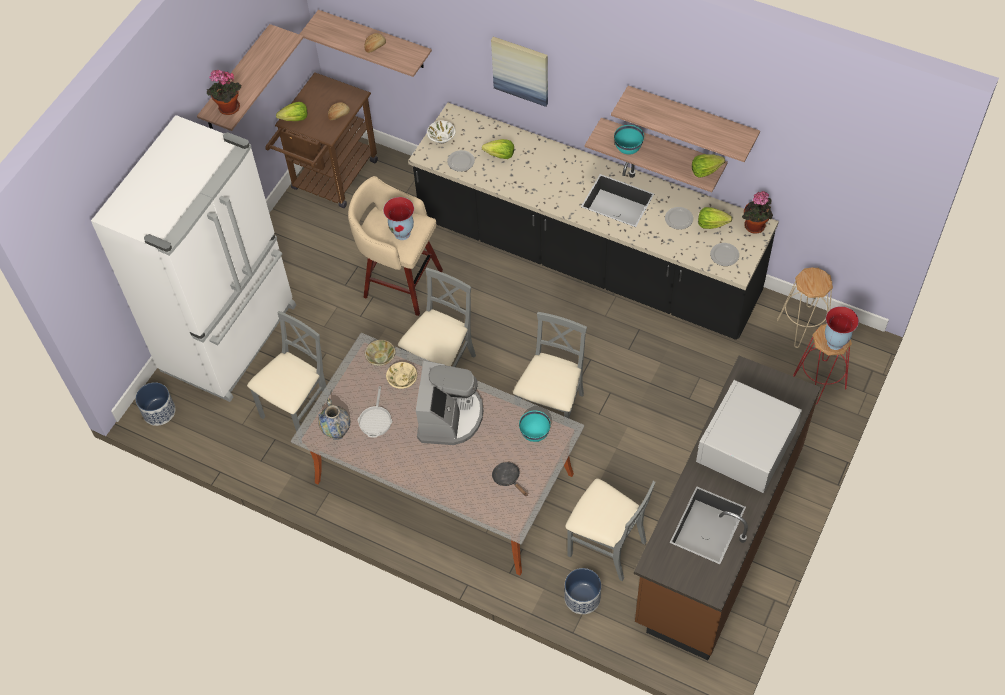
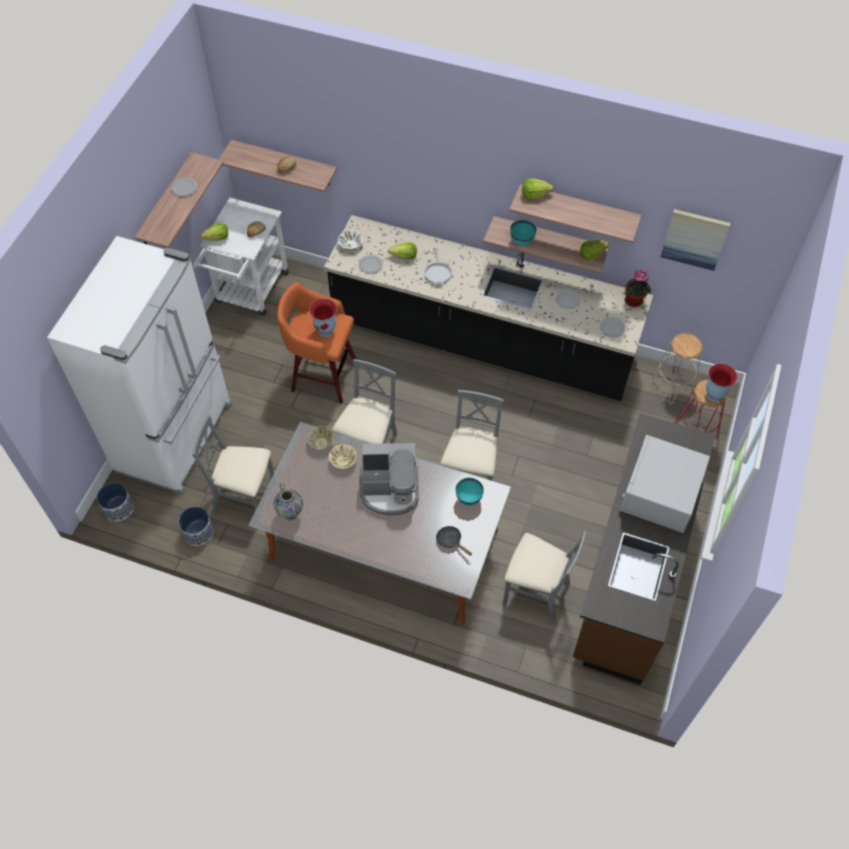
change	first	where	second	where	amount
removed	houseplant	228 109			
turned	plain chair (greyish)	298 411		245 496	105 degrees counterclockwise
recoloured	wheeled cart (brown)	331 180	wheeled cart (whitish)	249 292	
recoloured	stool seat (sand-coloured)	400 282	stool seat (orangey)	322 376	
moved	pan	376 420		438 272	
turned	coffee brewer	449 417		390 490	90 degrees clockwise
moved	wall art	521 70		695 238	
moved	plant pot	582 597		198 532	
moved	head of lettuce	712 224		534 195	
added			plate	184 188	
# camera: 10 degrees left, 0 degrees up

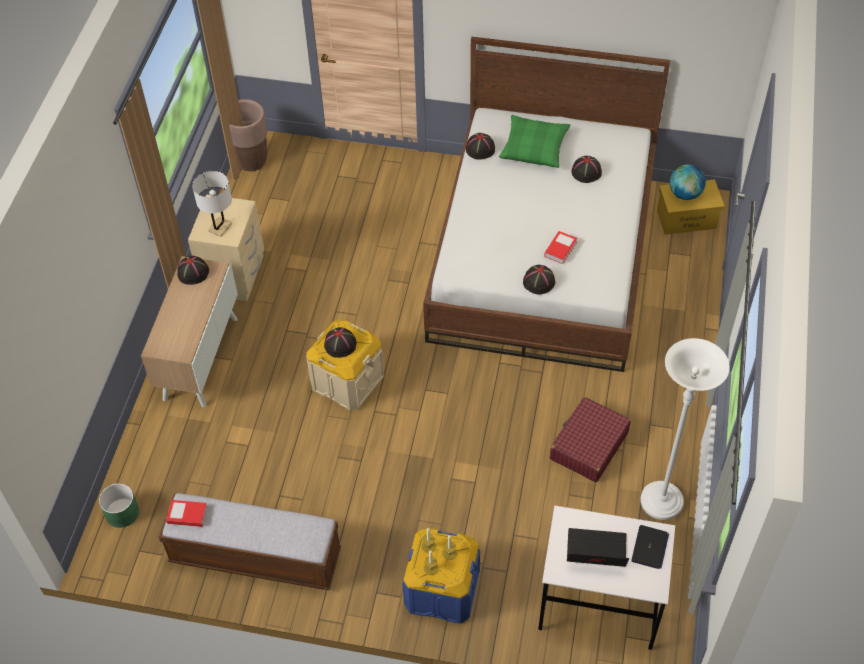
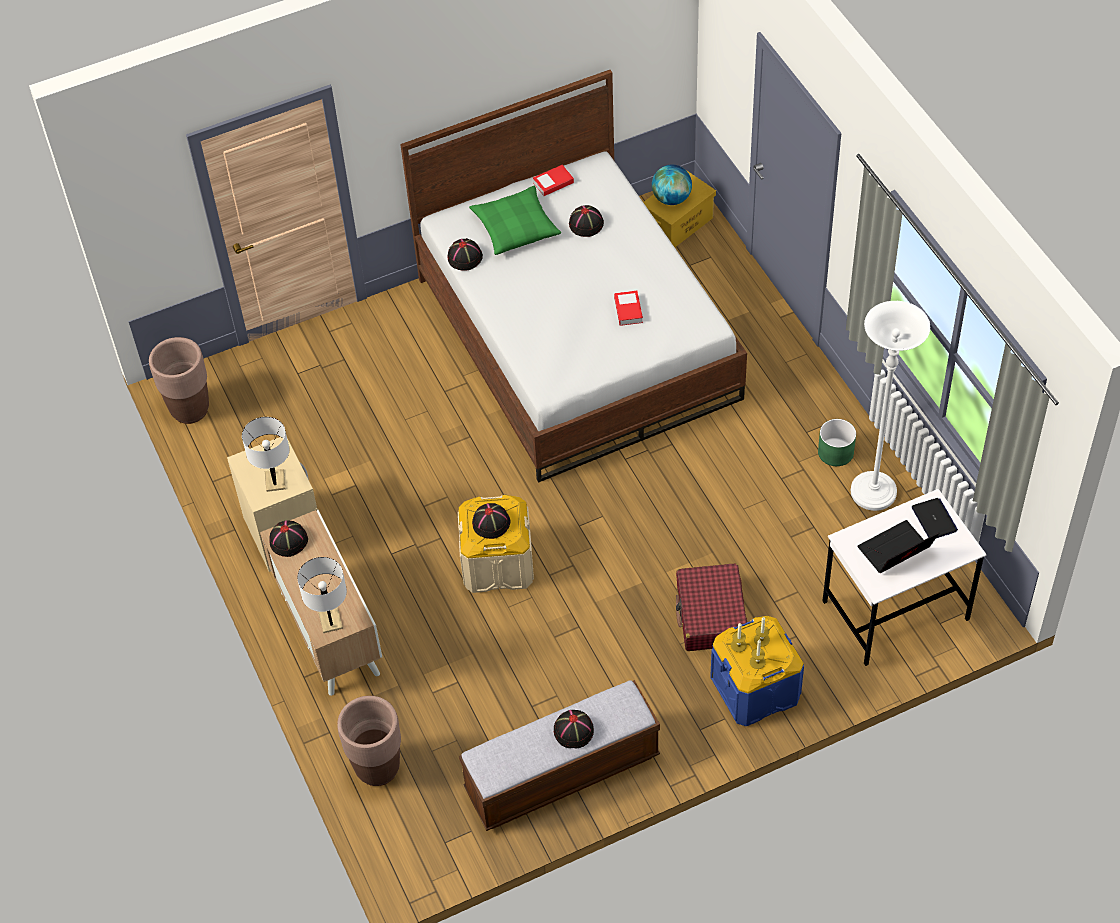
change	first	where	second	where	amount
moved	plant pot (green)	122 512		835 452	
moved	volume	187 515		553 183	
moved	wearable hat (black-coloured)	538 282		574 731	
moved	travel case (reddish)	588 446		711 615	
added			table lamp (whitish)	330 620	
added			plant pot (brown)	377 768	
# camera: 35 degrees left, 0 degrees up

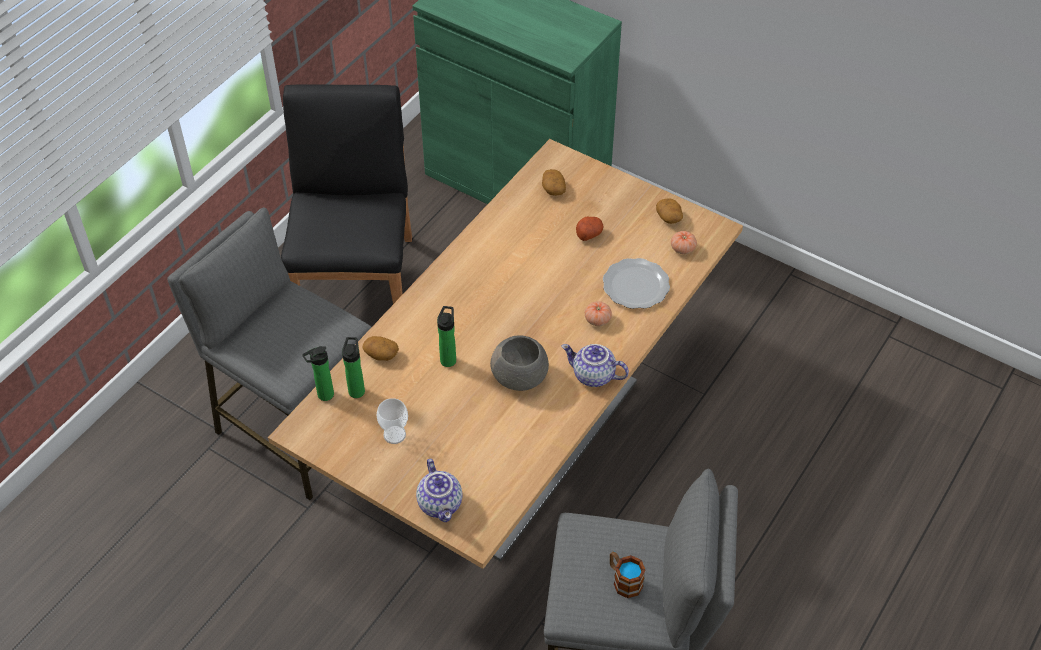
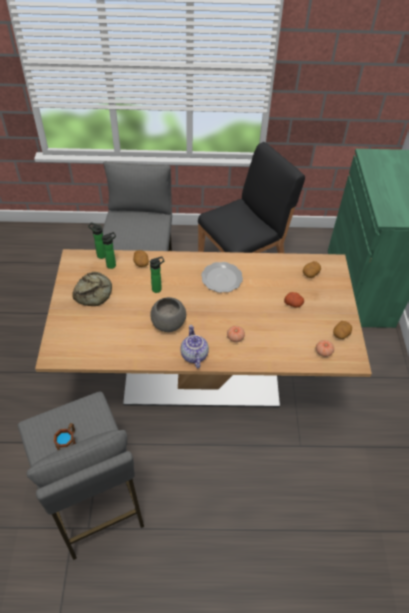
change	first	where	second	where	amount
replaced	cup	394 435	baked bread	94 292	
removed	teapot	441 504			
moved	plate	637 286		222 279	
# camera: 55 degrees right, 0 degrees up

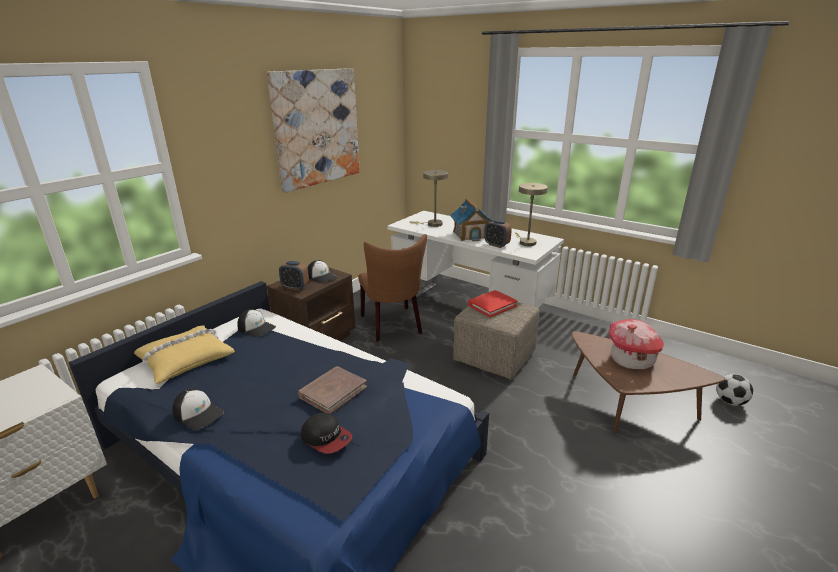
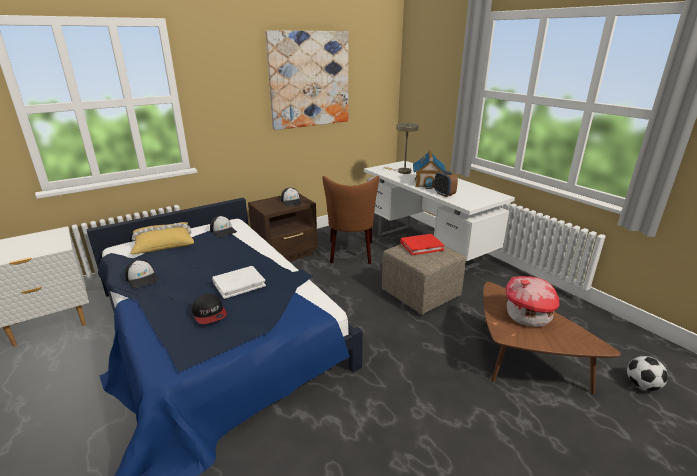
change	first	where	second	where	amount
removed	alarm clock	295 287			
recoloured	volume (brown)	333 392	volume (whitish)	239 284	
removed	table lamp (sand-coloured)	526 242			
# camera: 20 degrees right, 0 degrees up

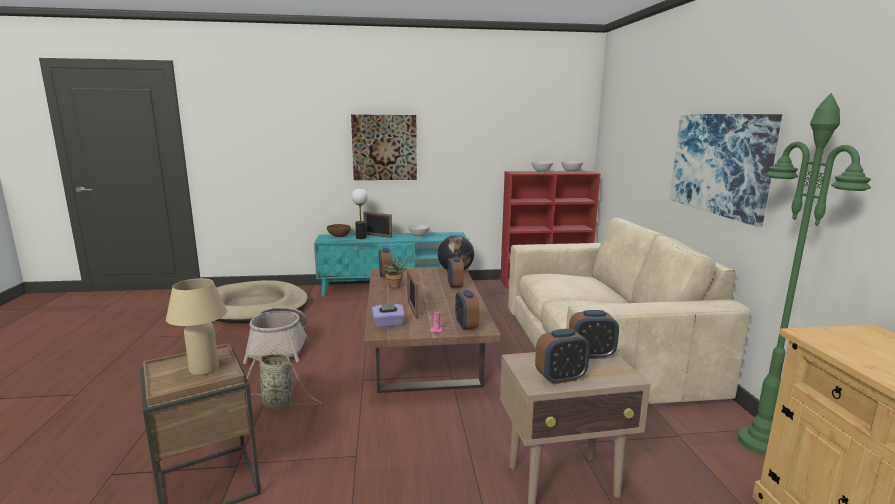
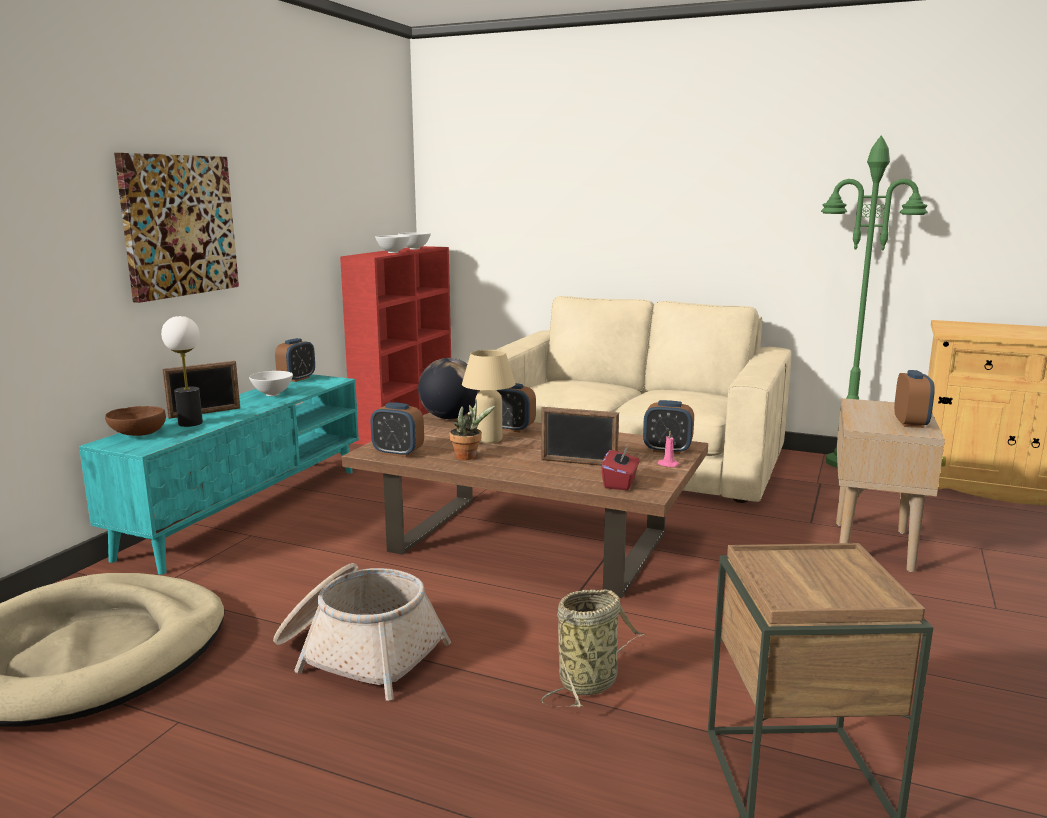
change	first	where	second	where	amount
moved	table lamp (sand-coloured)	204 369		489 440	
recoloured	tissue holder (purplish)	388 324	tissue holder (reddish)	620 483	
moved	alarm clock	591 354		297 379	
removed	wall art	720 163			
# camera: 60 degrees left, 0 degrees up

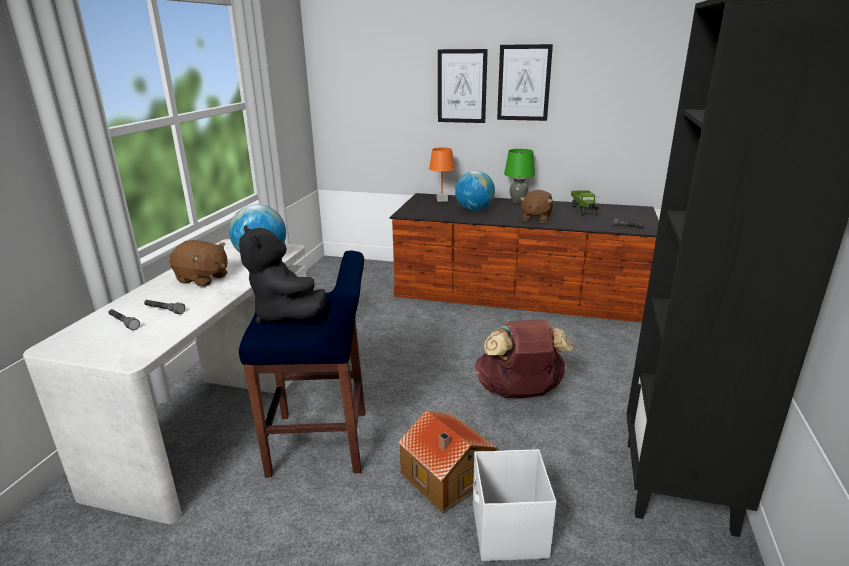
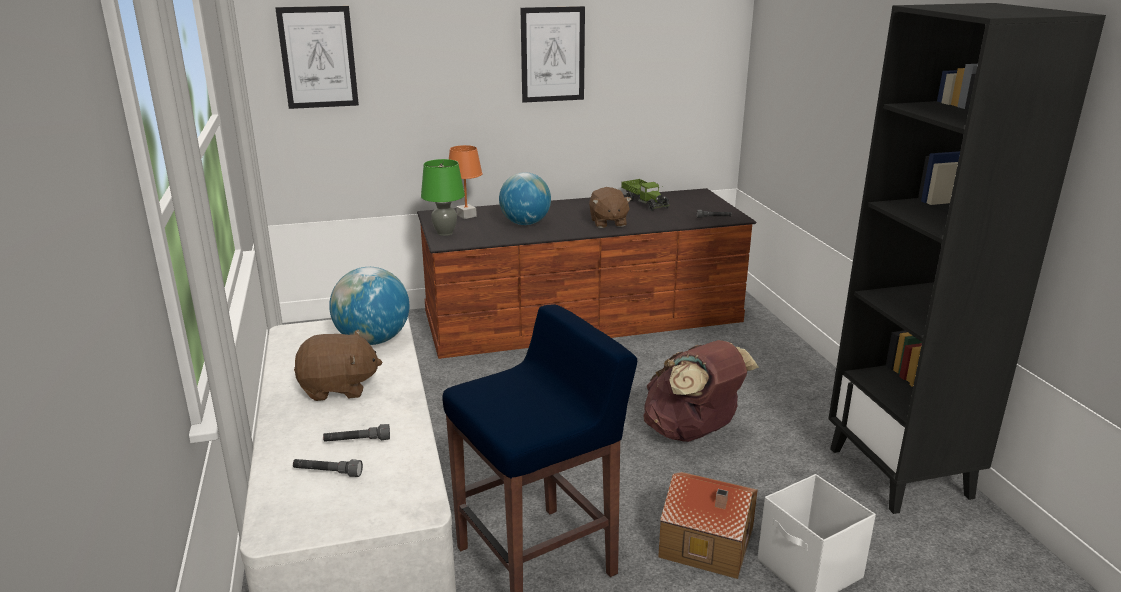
change	first	where	second	where	amount
removed	cuddly toy (black-coloured)	285 315			
moved	wall art	462 86		318 57	
moved	table lamp (green)	517 201		445 233	
# camera: 30 degrees left, 0 degrees up

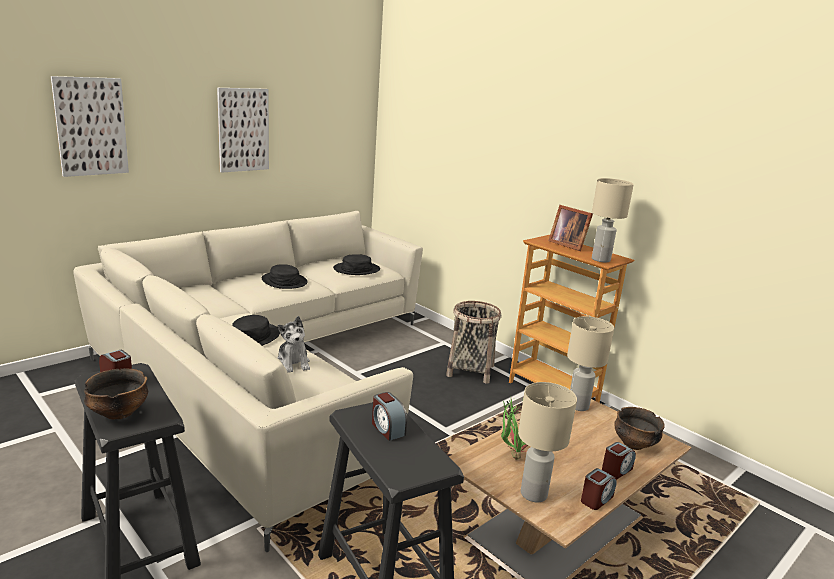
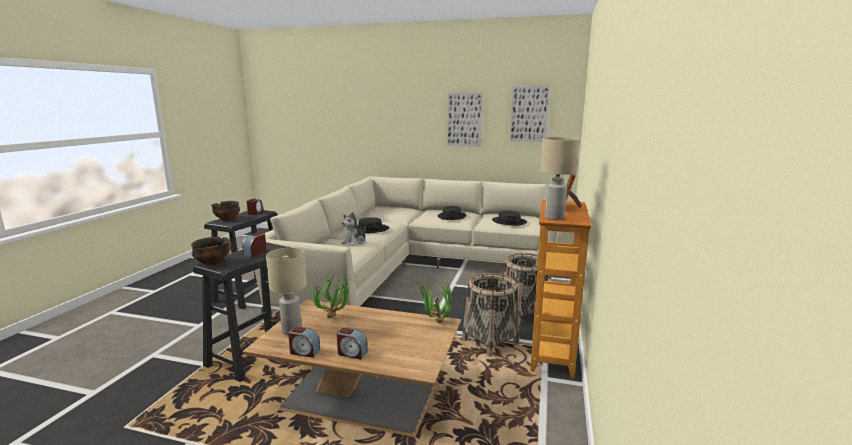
change	first	where	second	where	amount
moved	wall art	91 126		529 114	
replaced	table lamp (sand-coloured)	578 406	houseplant	435 324	
moved	serving bowl	634 444		212 263	
added			basket	490 342	
# camera: 60 degrees right, 5 degrees down

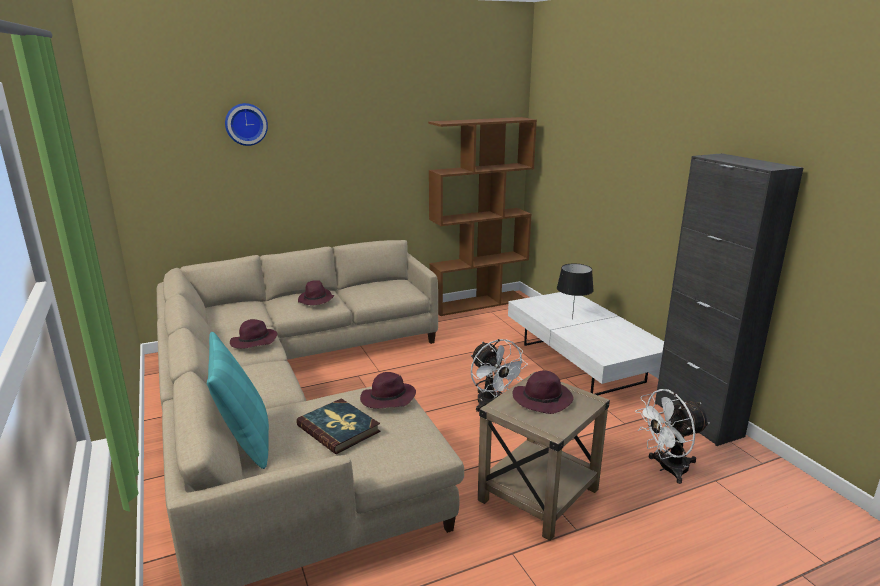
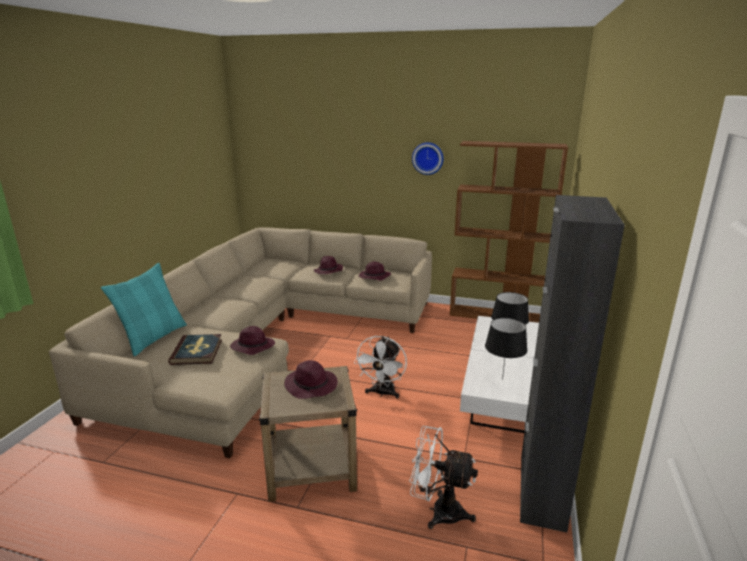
change	first	where	second	where	amount
moved	hanging clock	246 124		428 158	
moved	wearable hat (purplish)	253 342		374 277	
added			table lamp (black-coloured)	502 379	
# camera: 40 degrees right, 0 degrees up

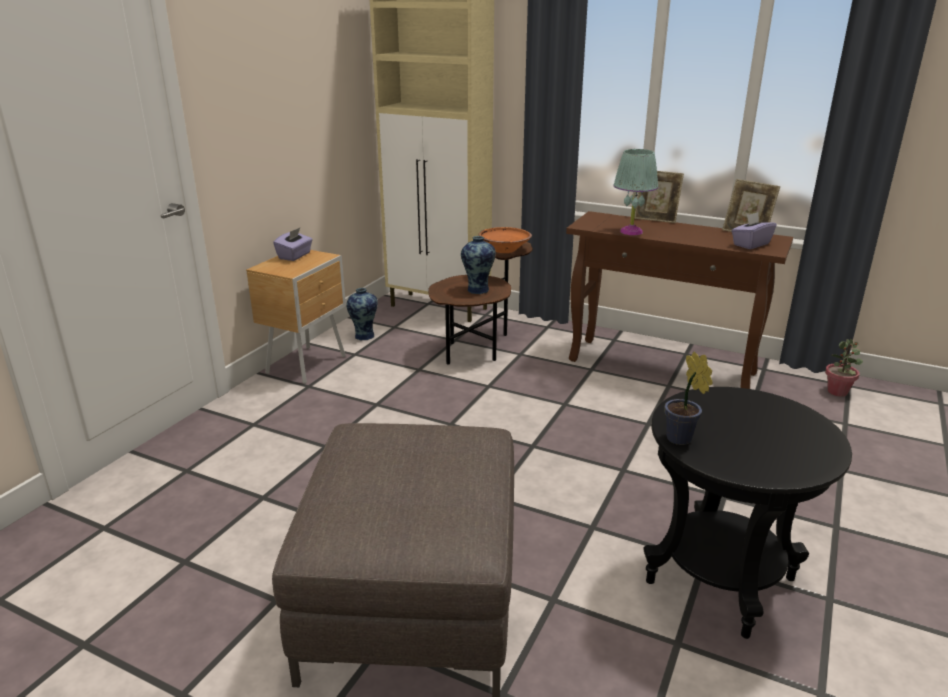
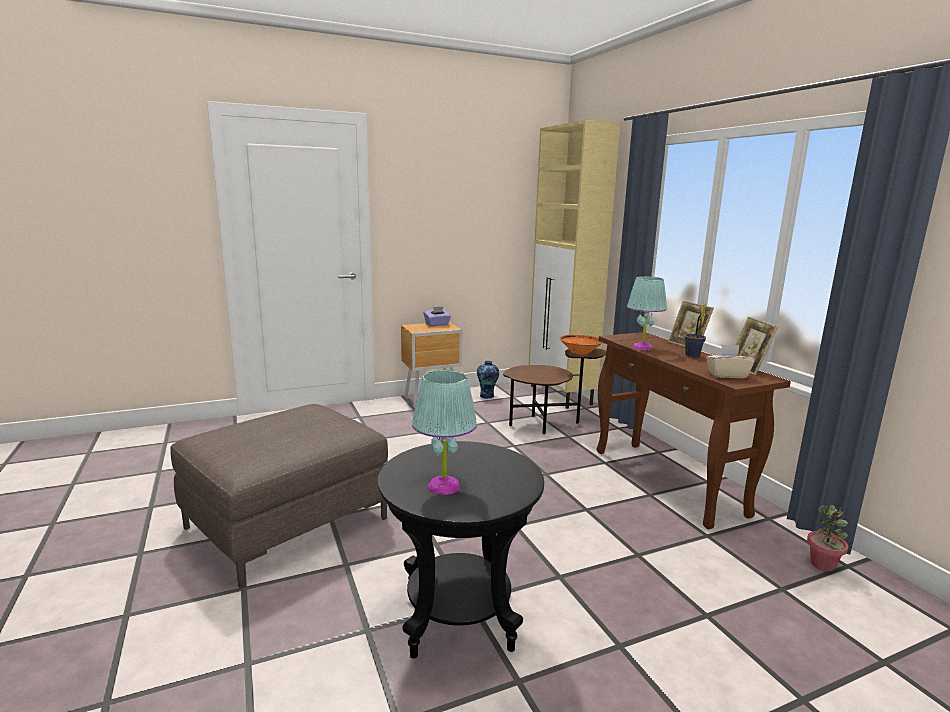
change	first	where	second	where	amount
removed	decorative vase	478 289			
moved	houseplant	681 440		692 356	
recoloured	tissue holder (purplish)	750 244	tissue holder (sand-coloured)	727 375	
added			table lamp (turquoise-coloured)	444 486	
# camera: 40 degrees right, 10 degrees down

